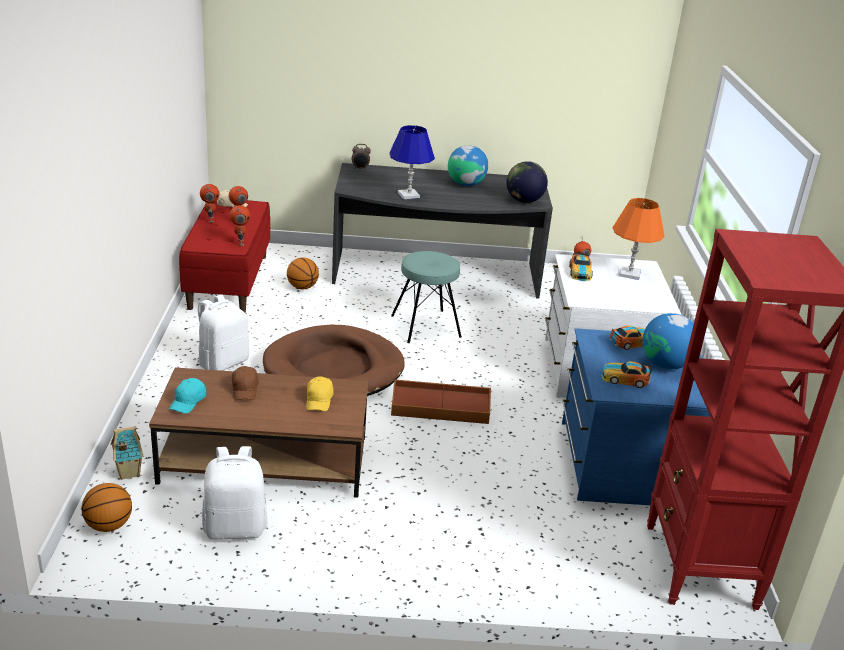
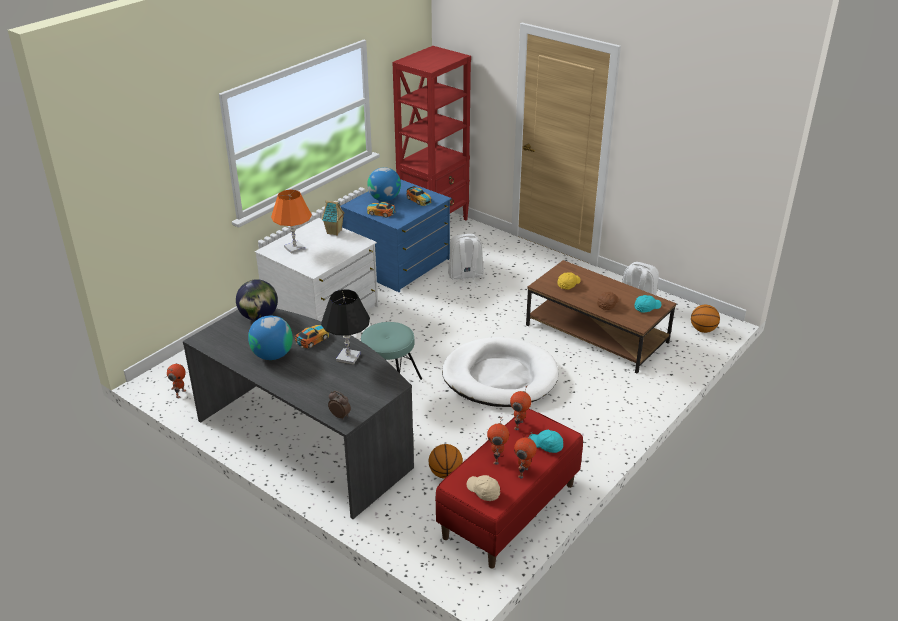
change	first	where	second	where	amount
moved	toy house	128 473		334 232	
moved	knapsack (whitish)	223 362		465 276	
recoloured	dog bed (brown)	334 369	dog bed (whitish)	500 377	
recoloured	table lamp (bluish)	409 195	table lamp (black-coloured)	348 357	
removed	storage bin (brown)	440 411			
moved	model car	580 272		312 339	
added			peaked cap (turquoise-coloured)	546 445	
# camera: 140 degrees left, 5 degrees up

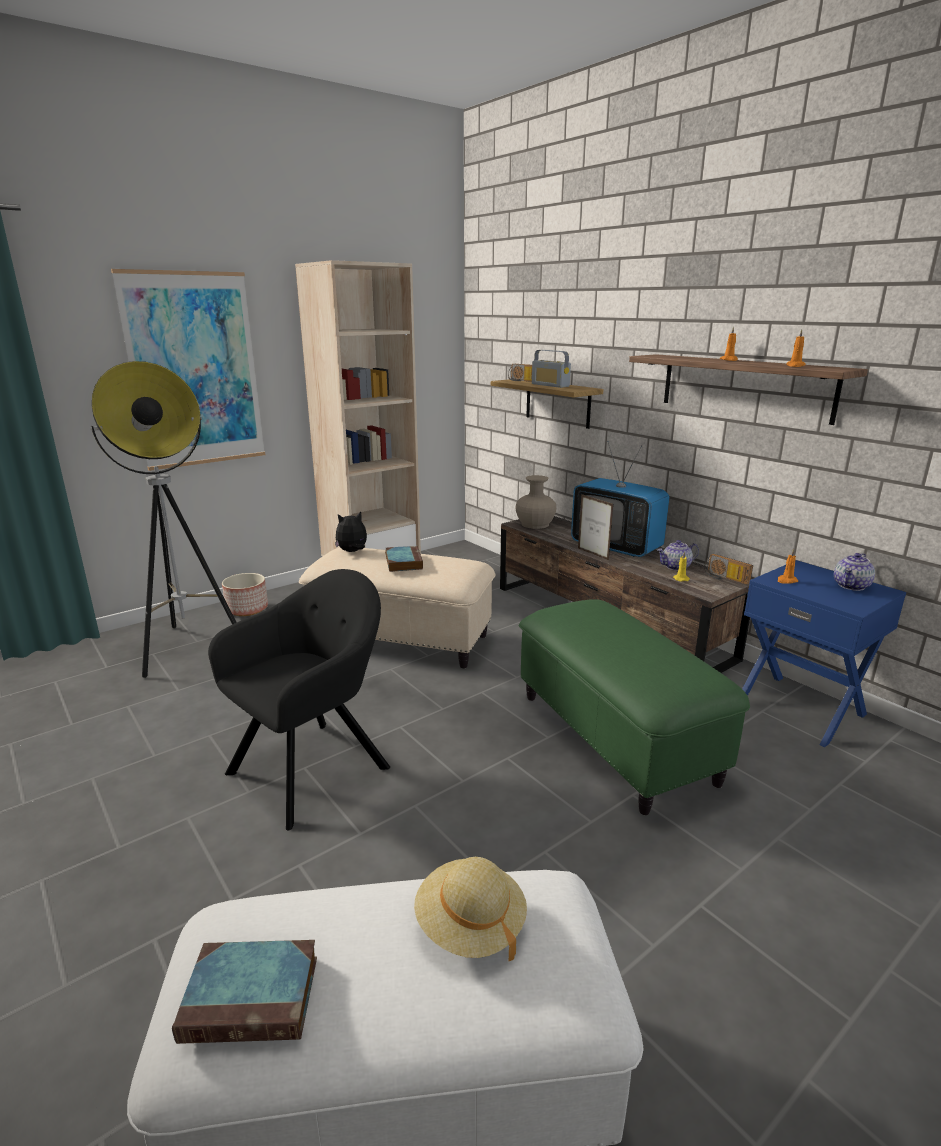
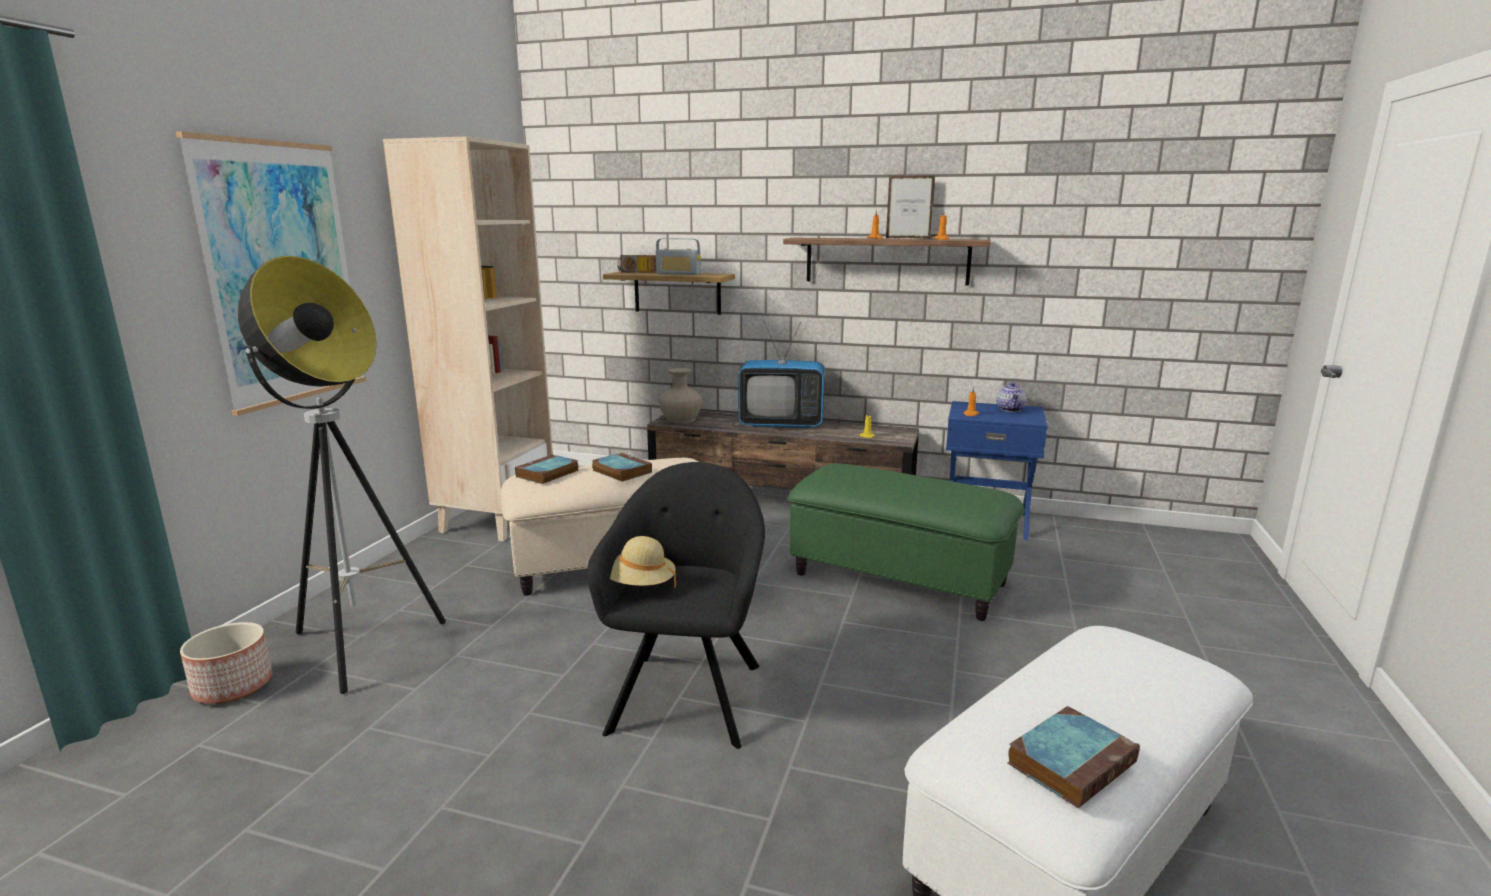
change	first	where	second	where	amount
moved	plant pot	247 609		233 686	
replaced	cuddly toy	352 552	volume	547 474	
moved	wearable hat (sand-coloured)	470 925		640 585	
moved	standing frame	593 554		908 238	
removed	teapot	676 567			
removed	radio receiver	724 578			
# camera: 35 degrees left, 5 degrees down

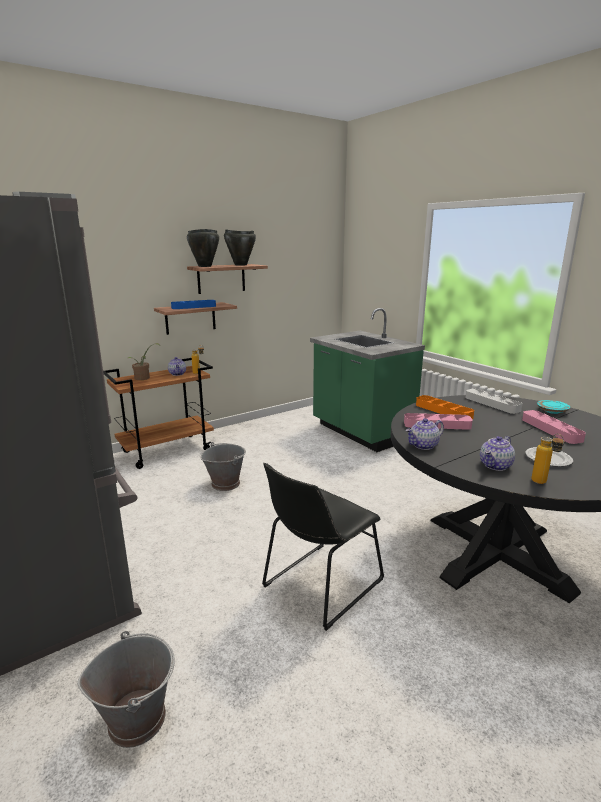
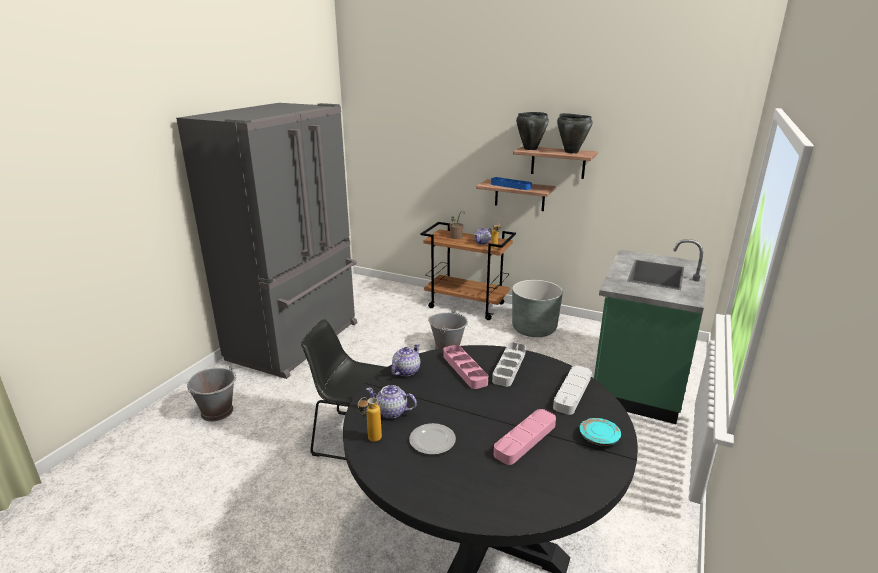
change	first	where	second	where	amount
turned	teapot	423 445		406 371	90 degrees clockwise
recoloured	tray (orangey)	443 411	tray (greyish)	509 367	
added			plant pot (greyish)	534 329	
# camera: 60 degrees right, 5 degrees up

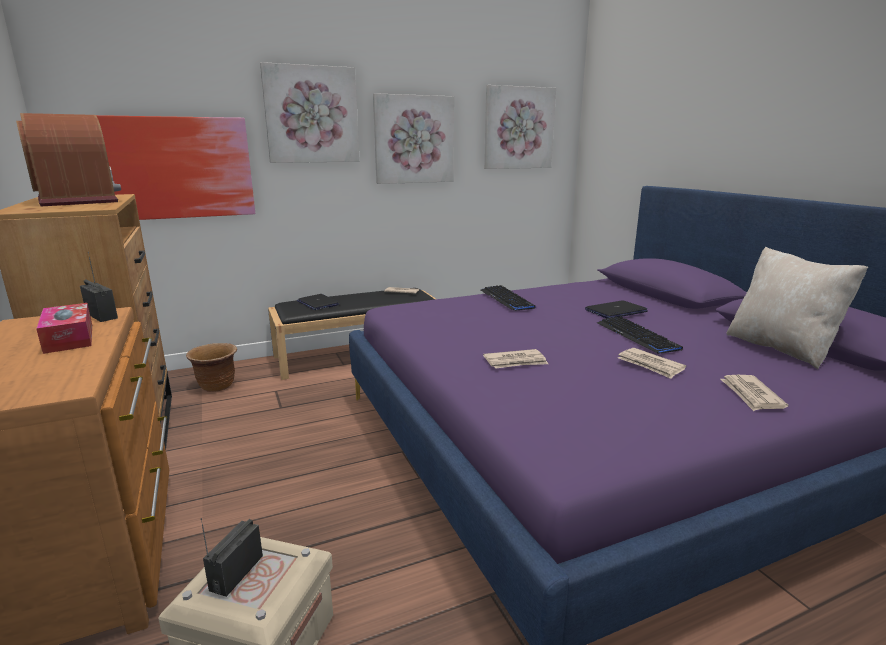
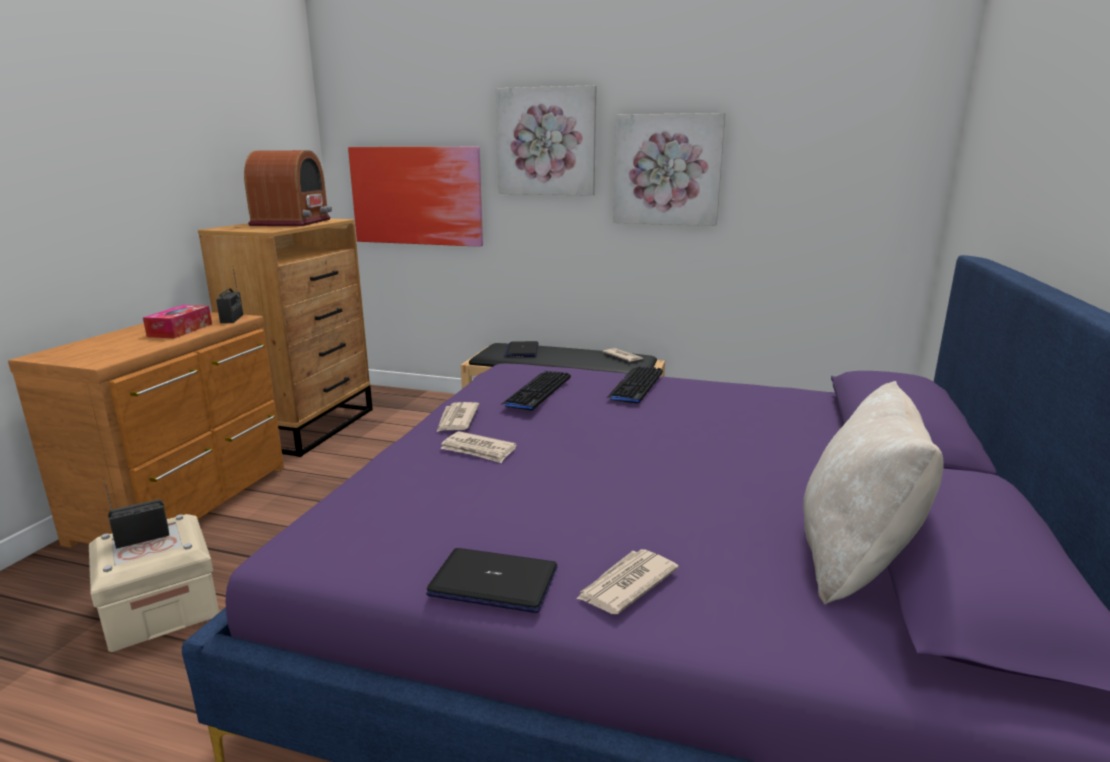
change	first	where	second	where	amount
removed	plant pot (brown)	217 386			
removed	wall art	518 128			
moved	notebook computer	615 311		494 581	
moved	PC keyboard	637 336		537 391	
moved	printed paper	650 365		457 419	
# camera: 40 degrees right, 0 degrees up

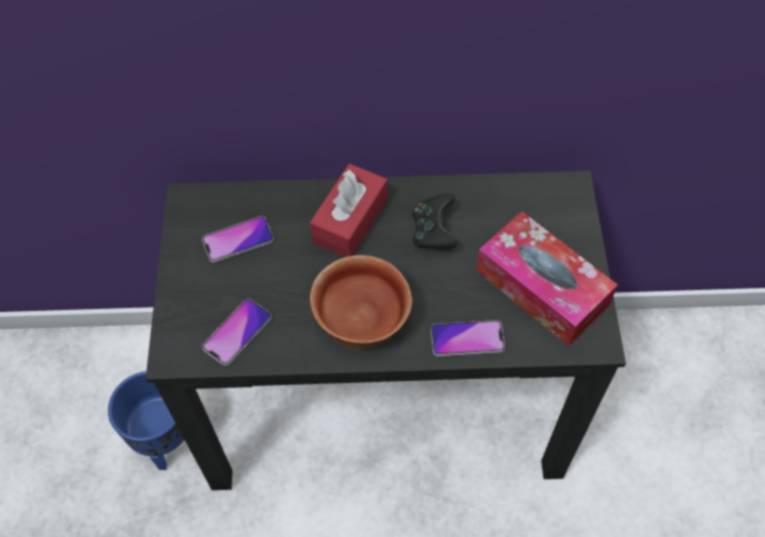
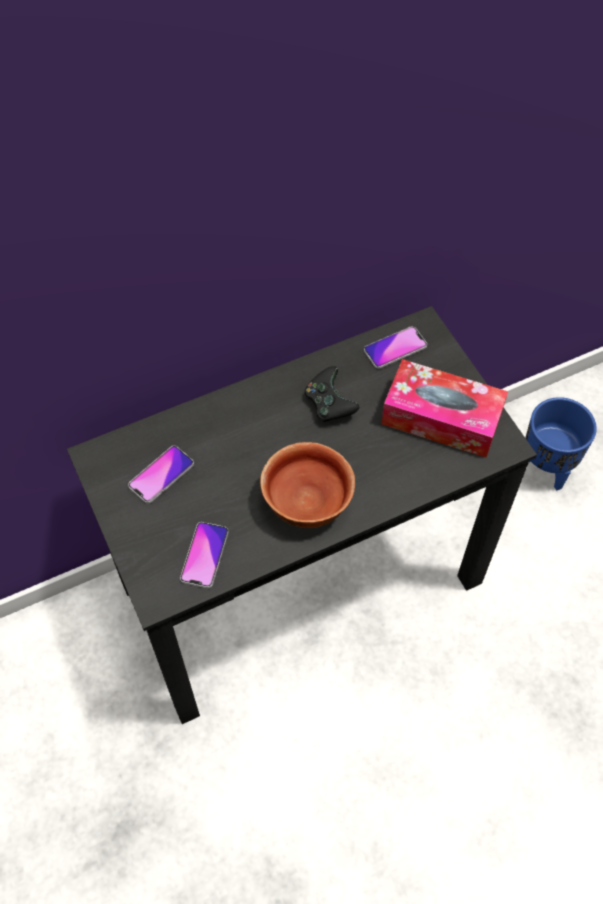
change	first	where	second	where	amount
moved	plant pot (bluish)	167 440		545 467	
removed	tissue holder (reddish)	350 220			
moved	telephone	467 339		395 348	
# camera: 25 degrees left, 0 degrees up

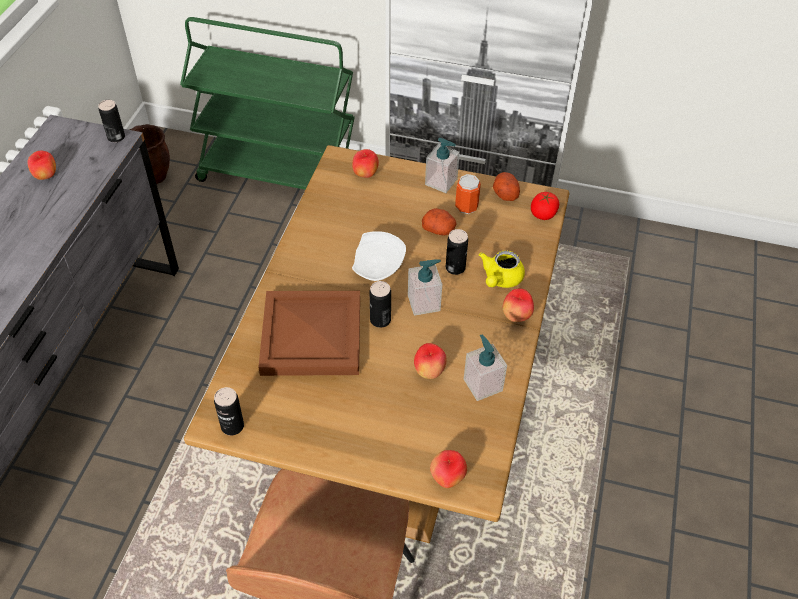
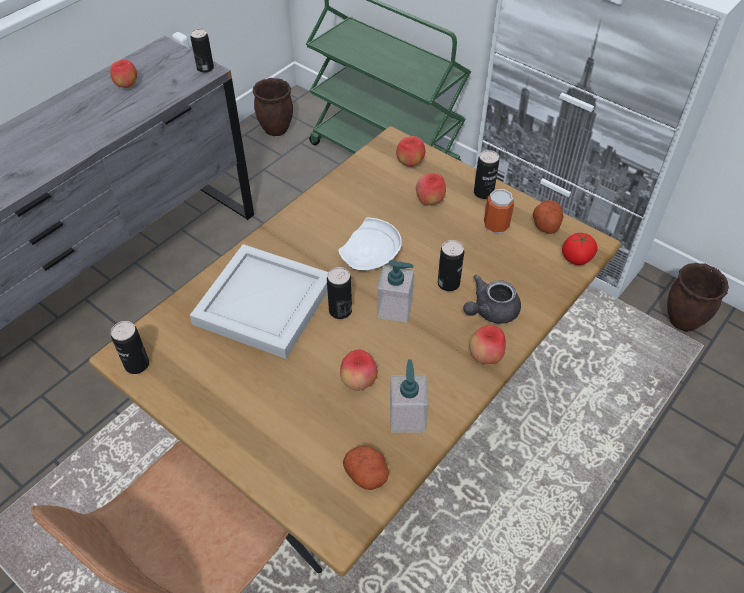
change	first	where	second	where	amount
recoloured	tray (brown)	313 337	tray (whitish)	264 305	
moved	potato	439 229		367 474	
replaced	liquid soap bottle	441 182	metal can	483 193	
moved	apple fruit	447 478		429 201	
recoloured	teapot (yellow-coloured)	500 279	teapot (greyish)	490 311	
added			plant pot (brown)	684 321	
# camera: 25 degrees right, 0 degrees up

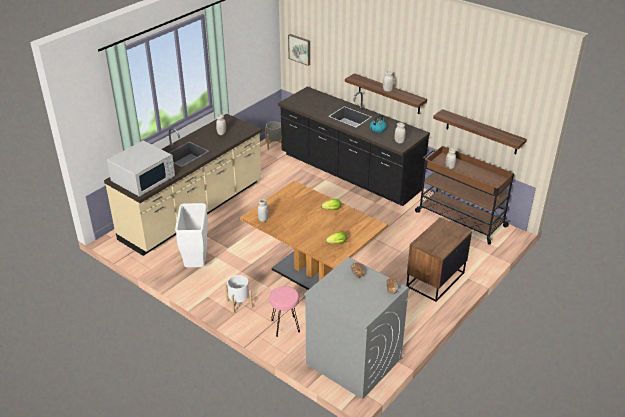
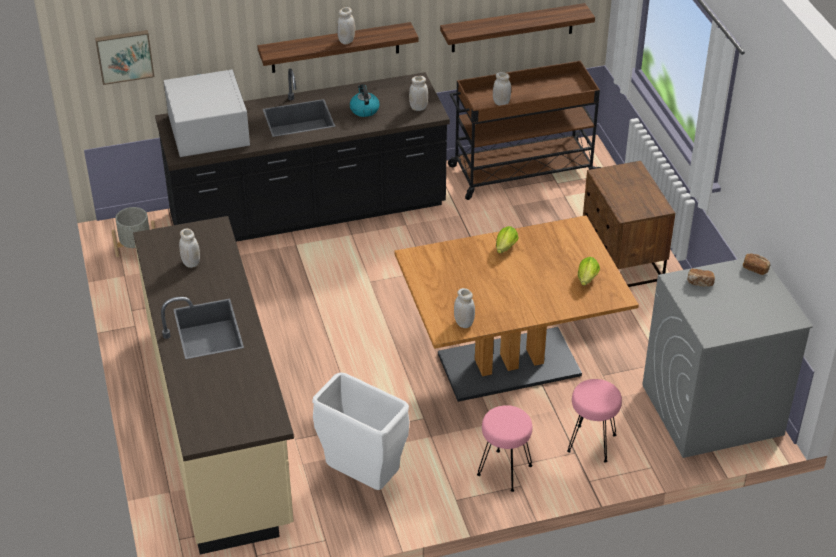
change	first	where	second	where	amount
moved	microwave oven (whitish)	143 179		208 130	
replaced	plant pot (whitish)	239 304	stool seat (pink)	504 471	
# camera: 55 degrees left, 5 degrees up

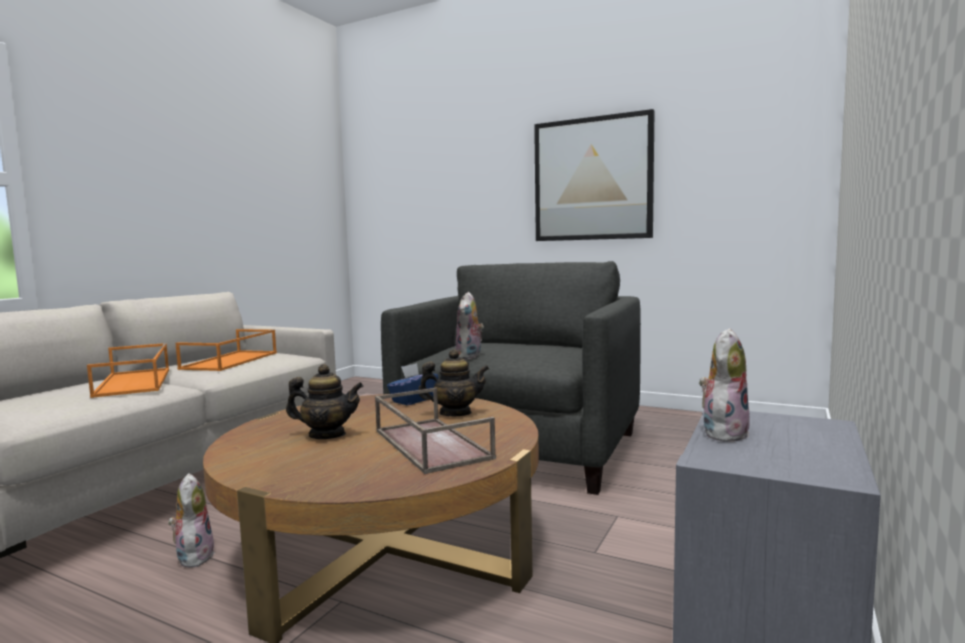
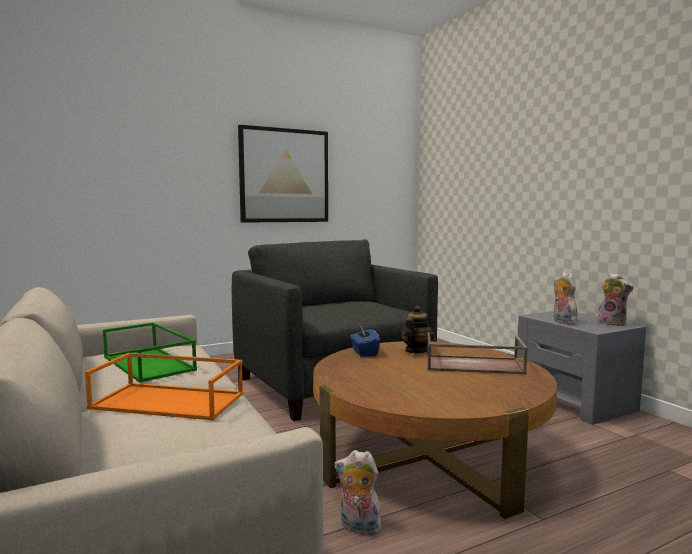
change	first	where	second	where	amount
recoloured	tray (orangey)	230 361	tray (green)	150 363	
removed	teapot	327 435			
moved	cuddly toy	470 356		613 323	
# camera: 55 degrees left, 0 degrees up

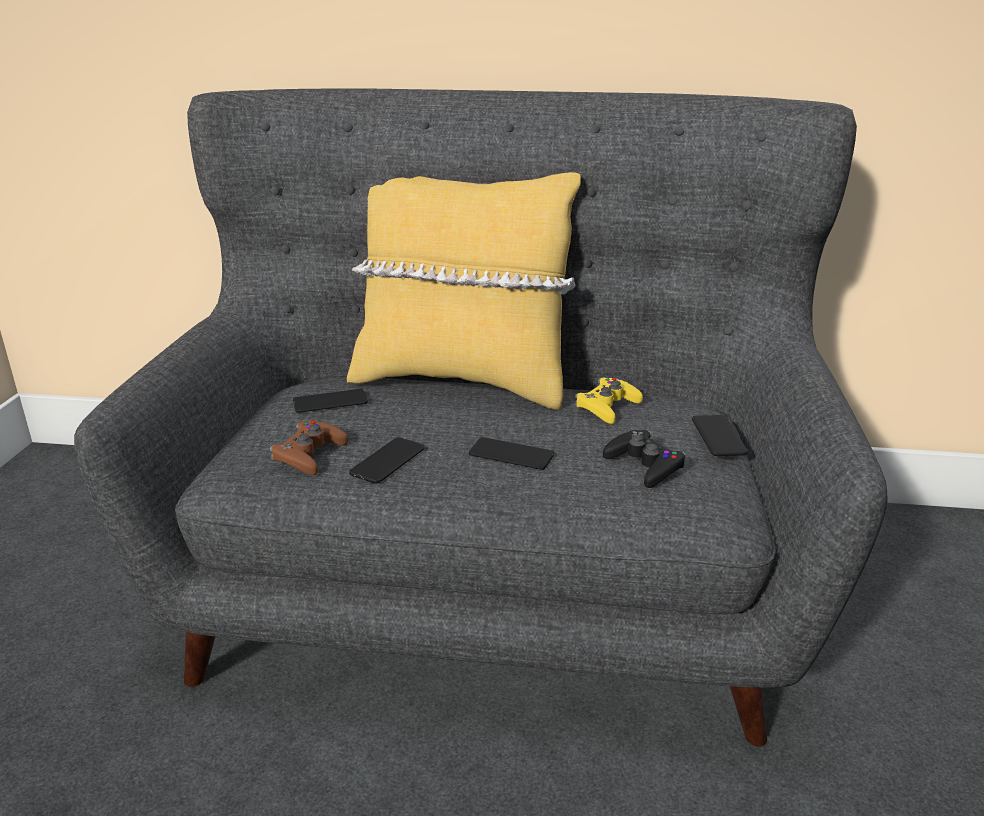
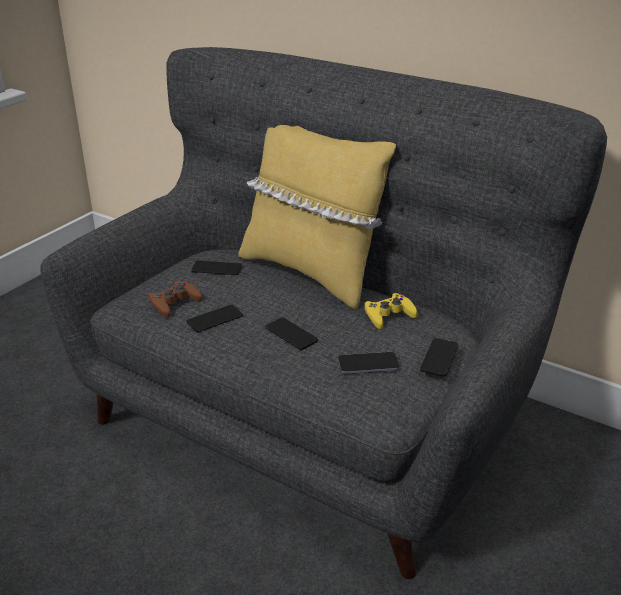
change	first	where	second	where	amount
replaced	joypad (black-coloured)	644 465	telephone	368 364	
# camera: 25 degrees right, 5 degrees up

